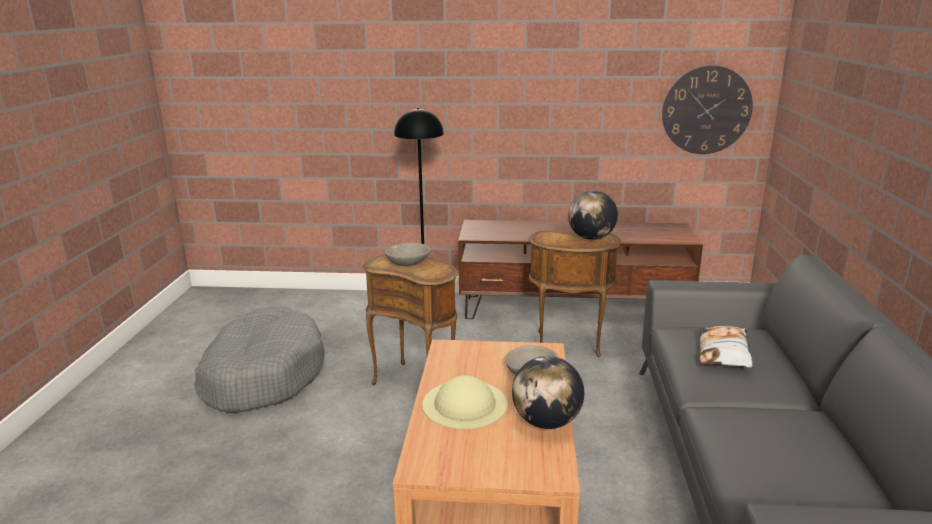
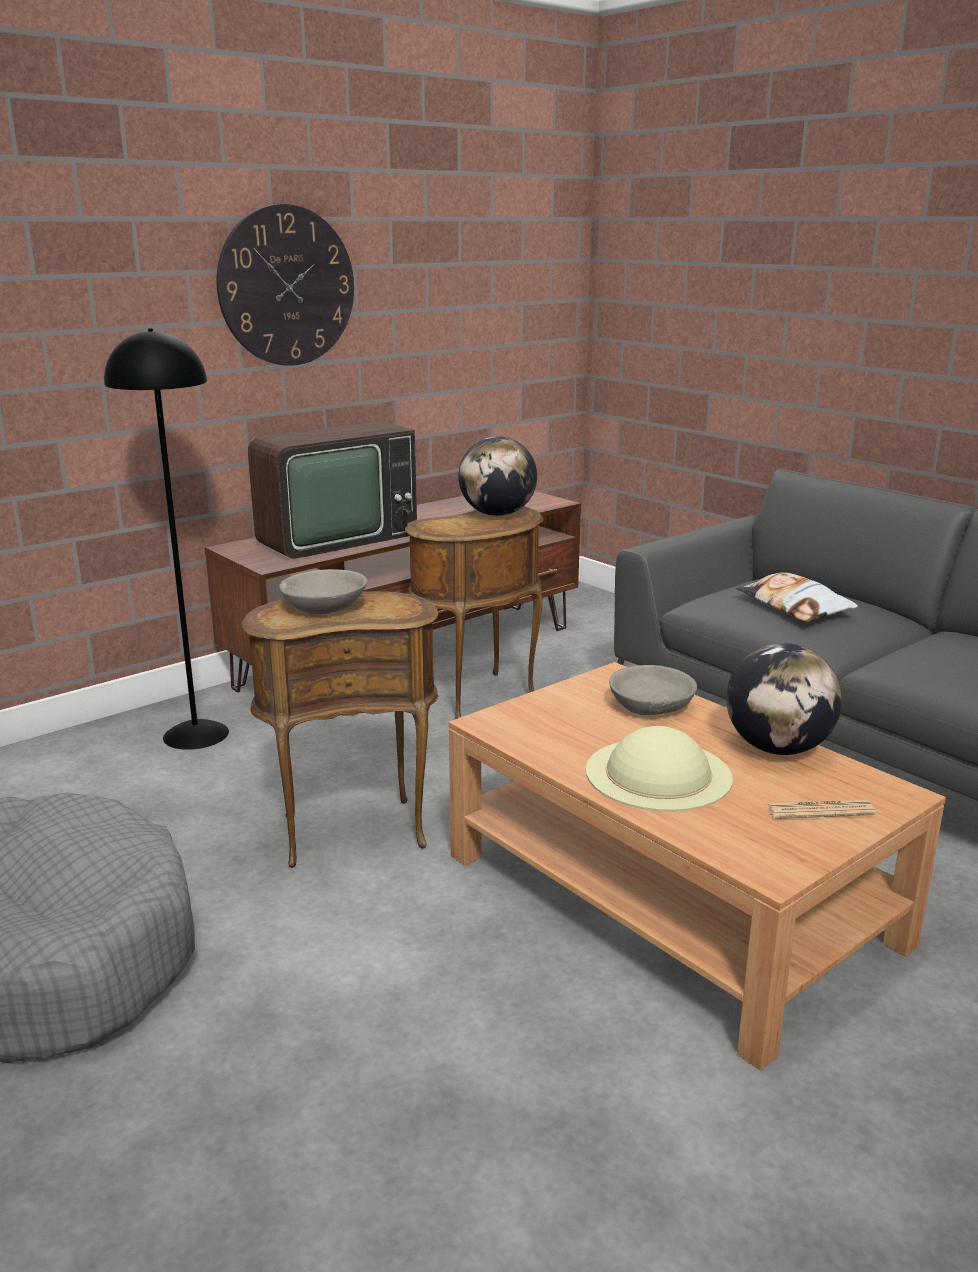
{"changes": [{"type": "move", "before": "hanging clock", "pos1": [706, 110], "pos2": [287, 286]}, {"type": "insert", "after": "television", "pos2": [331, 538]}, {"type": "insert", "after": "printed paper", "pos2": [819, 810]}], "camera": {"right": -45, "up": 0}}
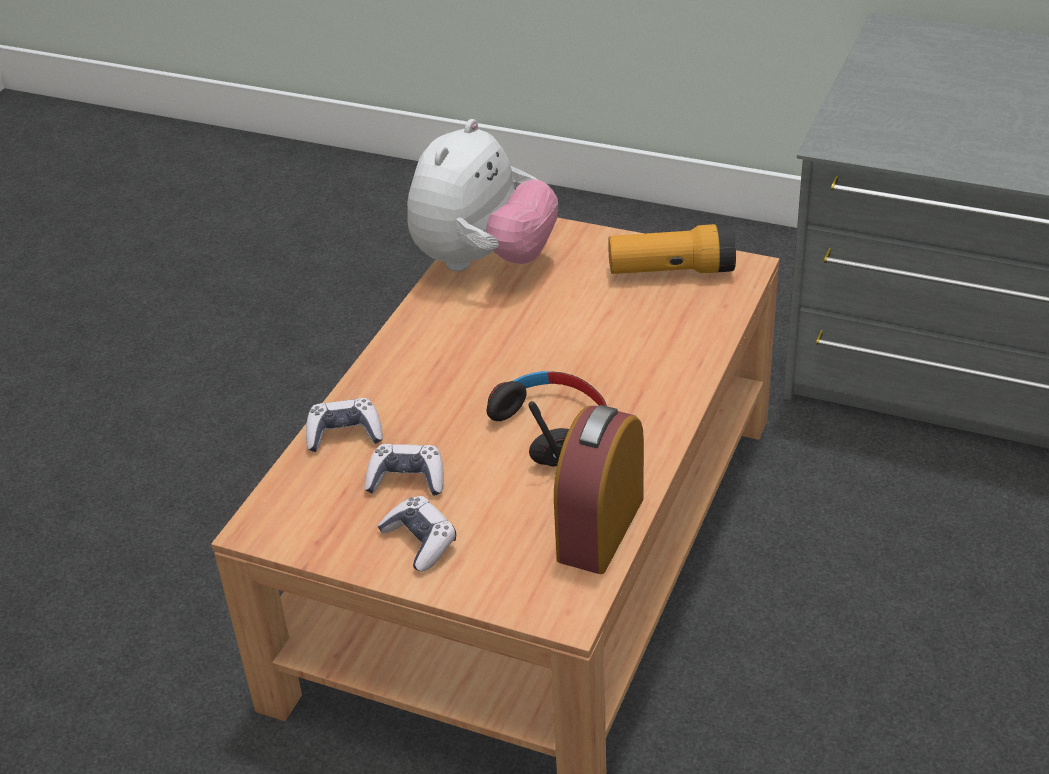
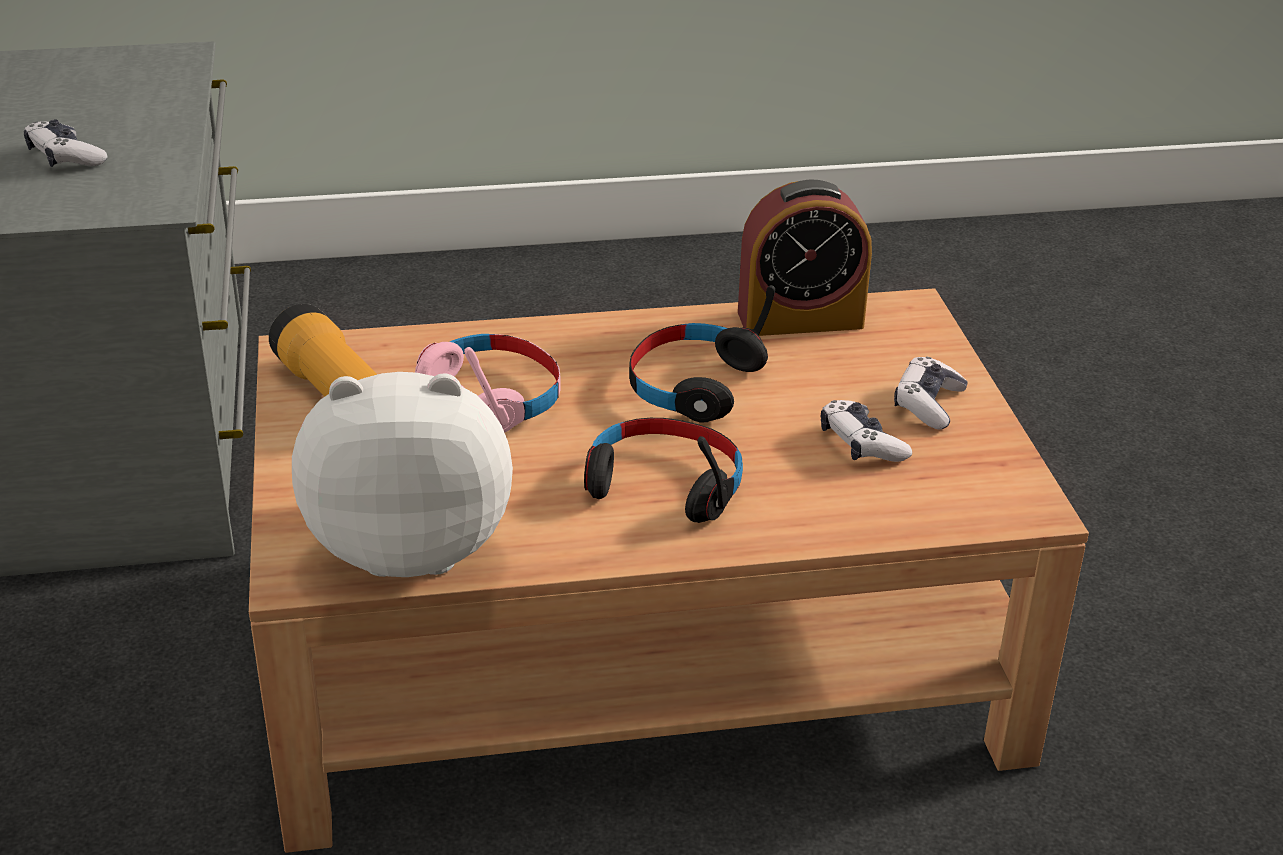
{"changes": [{"type": "move", "before": "gamepad", "pos1": [344, 434], "pos2": [65, 157]}, {"type": "insert", "after": "headphones (pink)", "pos2": [493, 396]}, {"type": "insert", "after": "headphones (black)", "pos2": [664, 484]}], "camera": {"right": -125, "up": -5}}
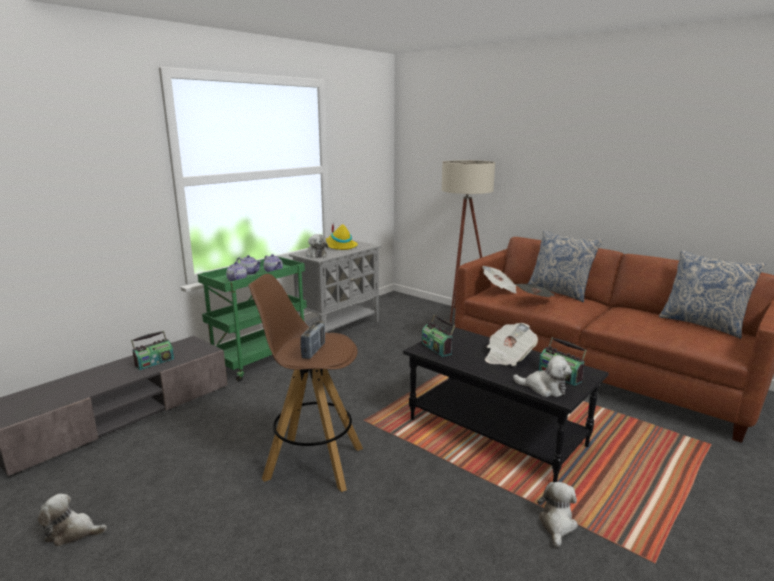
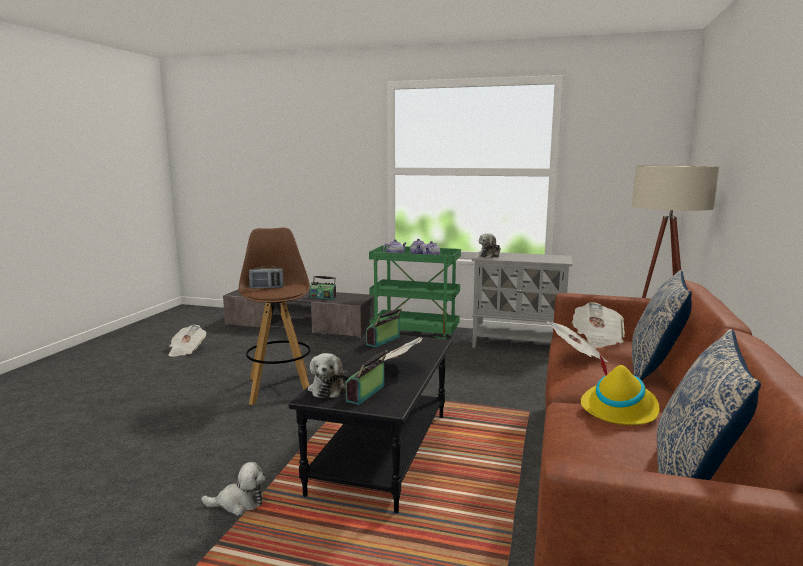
{"changes": [{"type": "move", "before": "hat (yellow)", "pos1": [339, 246], "pos2": [619, 409]}, {"type": "replace", "before": "plush toy", "after": "printed paper", "pos1": [72, 532], "pos2": [186, 350]}], "camera": {"right": 65, "up": -5}}
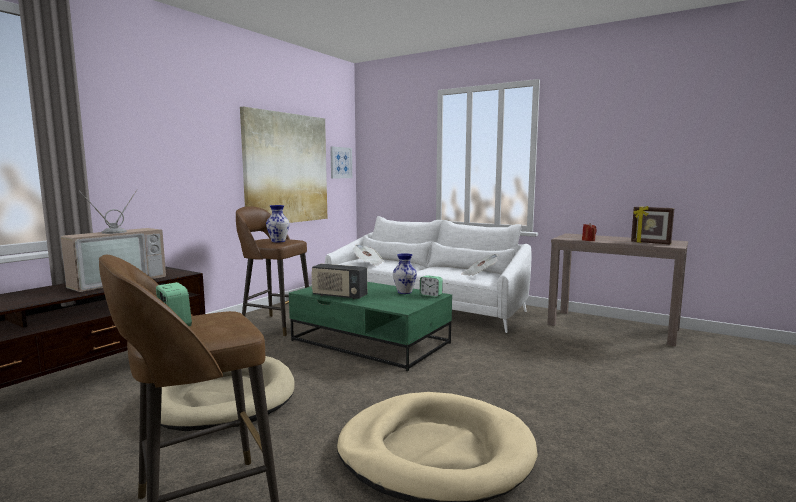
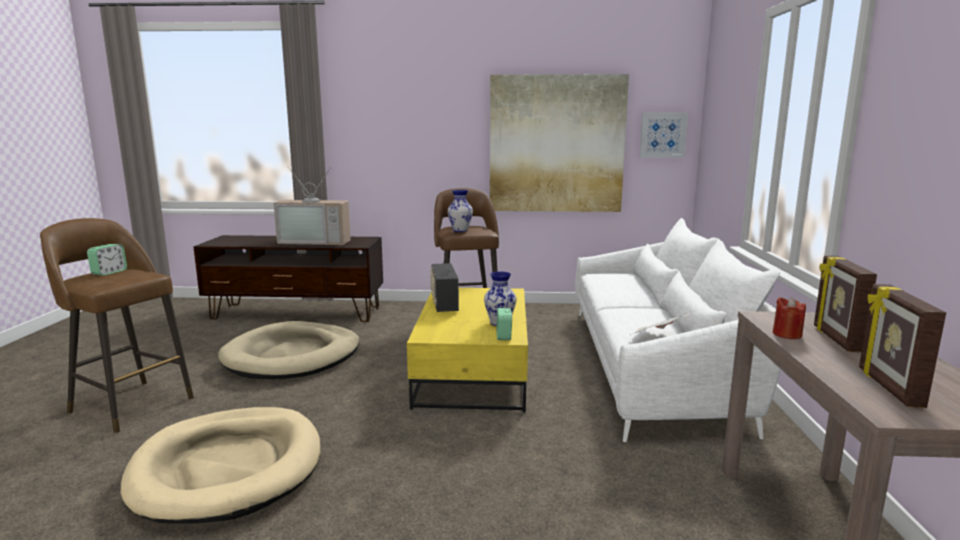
{"changes": [{"type": "delete", "before": "printed paper", "pos1": [368, 263]}, {"type": "recolor", "before": "lounge table (green-coloured)", "after": "lounge table (yellow)", "pos1": [371, 342], "pos2": [474, 371]}, {"type": "insert", "after": "photo frame", "pos2": [835, 339]}], "camera": {"right": 60, "up": 5}}
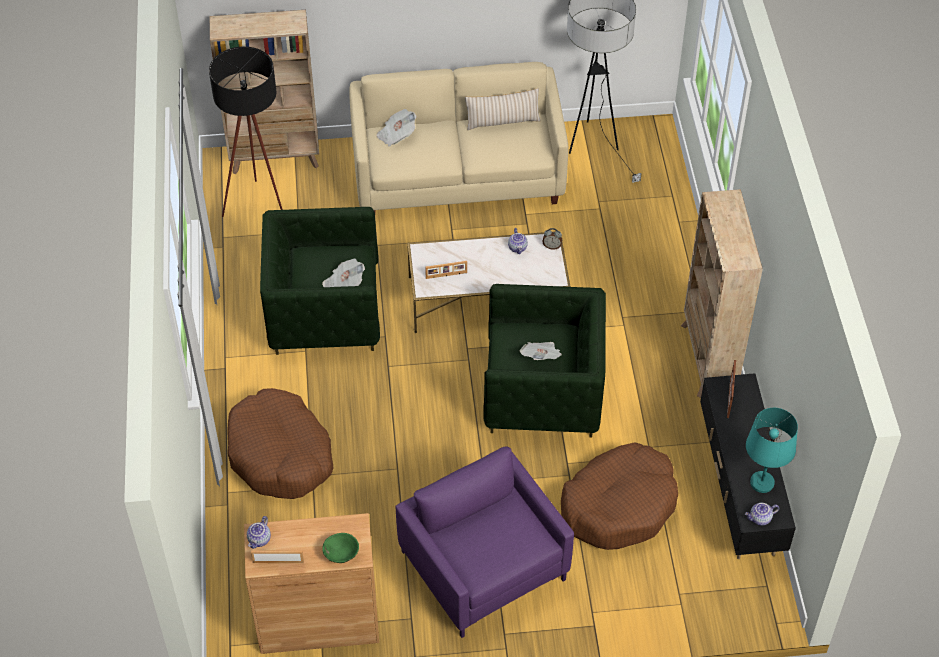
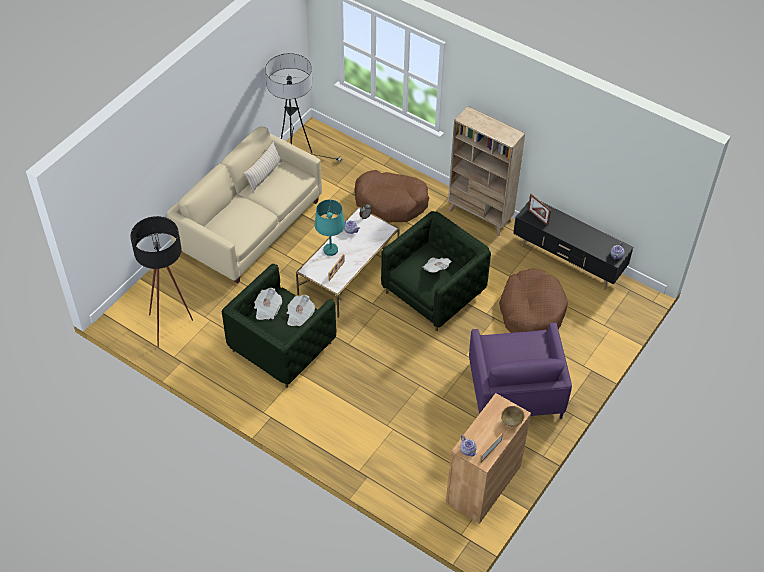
{"changes": [{"type": "delete", "before": "bookcase (beige)", "pos1": [275, 158]}, {"type": "move", "before": "printed paper", "pos1": [396, 135], "pos2": [267, 309]}, {"type": "move", "before": "pet bed (brown-coloured)", "pos1": [280, 454], "pos2": [391, 202]}, {"type": "move", "before": "tabletop lamp (blue-green)", "pos1": [762, 482], "pos2": [330, 250]}, {"type": "rotate", "before": "armchair (purplish)", "pos1": [483, 565], "pos2": [515, 390], "turn": -105}, {"type": "recolor", "before": "bowl (green-coloured)", "after": "bowl (brown-coloured)", "pos1": [341, 555], "pos2": [512, 421]}], "camera": {"right": -50, "up": 0}}
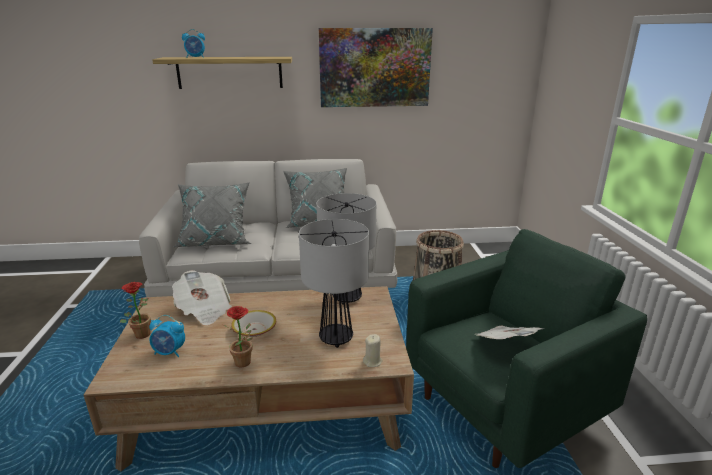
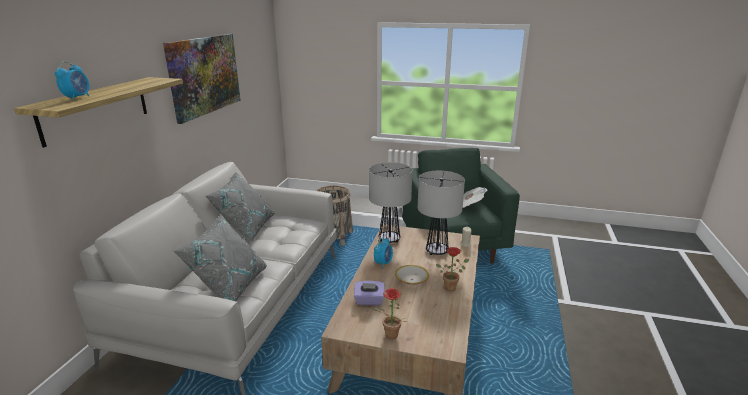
{"changes": [{"type": "replace", "before": "printed paper", "after": "tissue box (purplish)", "pos1": [204, 310], "pos2": [369, 301]}, {"type": "move", "before": "table clock", "pos1": [169, 352], "pos2": [383, 263]}], "camera": {"right": -70, "up": 0}}
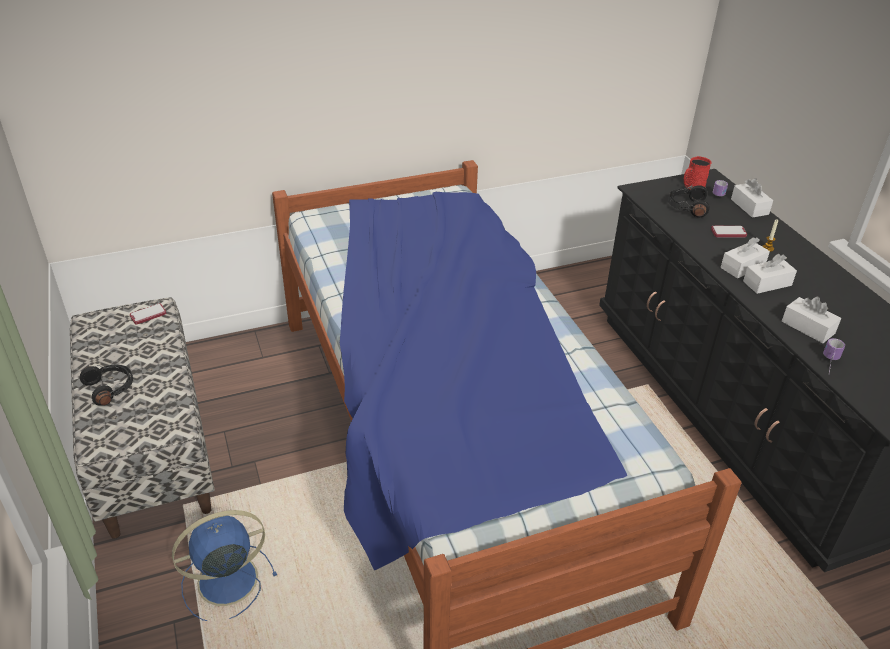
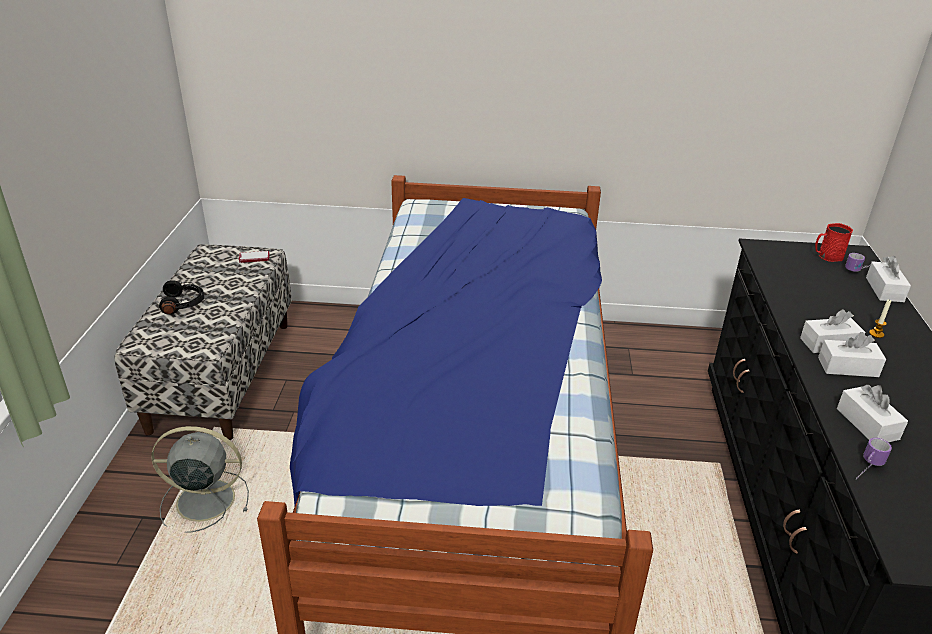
{"changes": [{"type": "delete", "before": "headphones (black)", "pos1": [686, 207]}, {"type": "delete", "before": "telephone", "pos1": [728, 232]}, {"type": "recolor", "before": "cooling fan (bluish)", "after": "cooling fan (gray)", "pos1": [225, 581], "pos2": [203, 500]}], "camera": {"right": 25, "up": -5}}
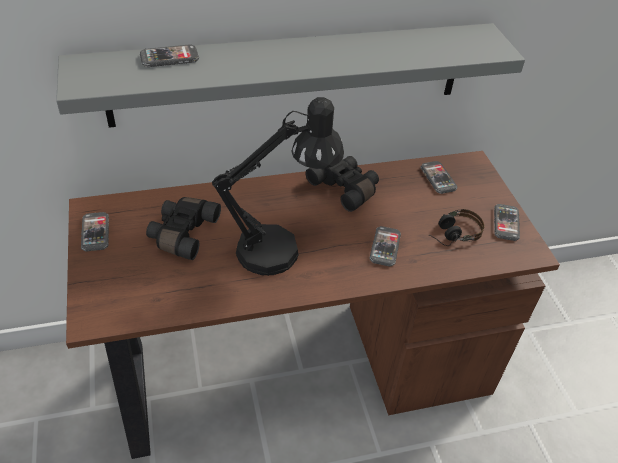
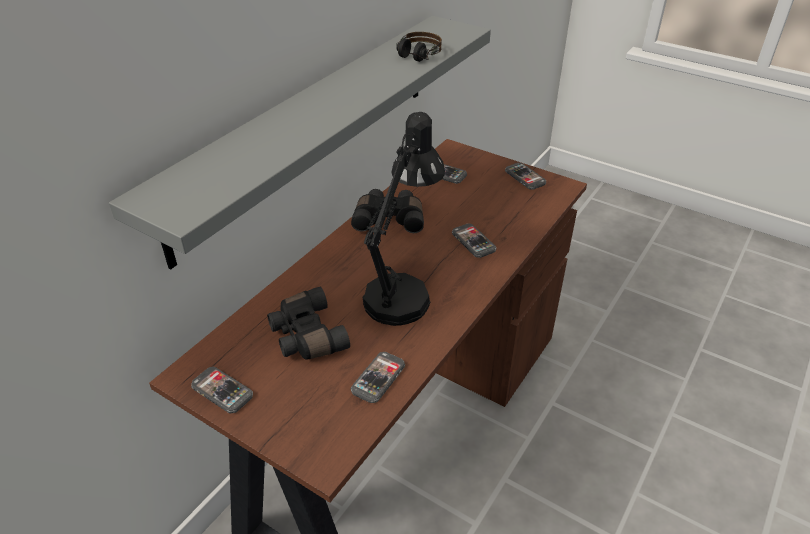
{"changes": [{"type": "move", "before": "telephone", "pos1": [169, 58], "pos2": [378, 378]}, {"type": "move", "before": "headphones", "pos1": [450, 235], "pos2": [415, 59]}], "camera": {"right": -40, "up": -5}}
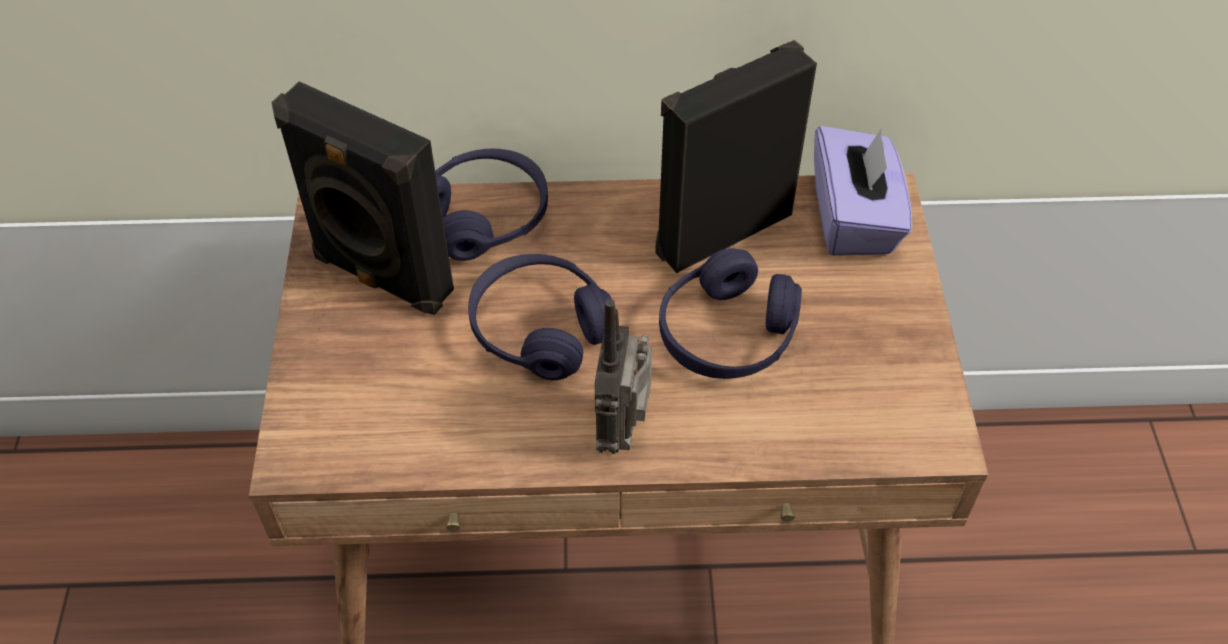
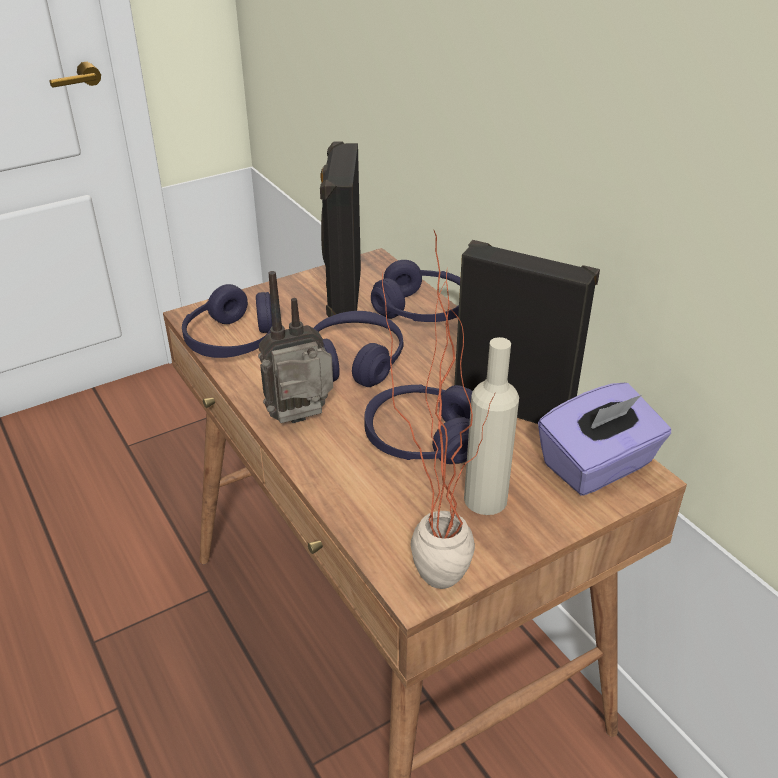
{"changes": [{"type": "insert", "after": "plant in a pot", "pos2": [429, 566]}, {"type": "insert", "after": "headphones (purplish)", "pos2": [233, 340]}, {"type": "insert", "after": "bottle (beige)", "pos2": [485, 499]}], "camera": {"right": 60, "up": -15}}
